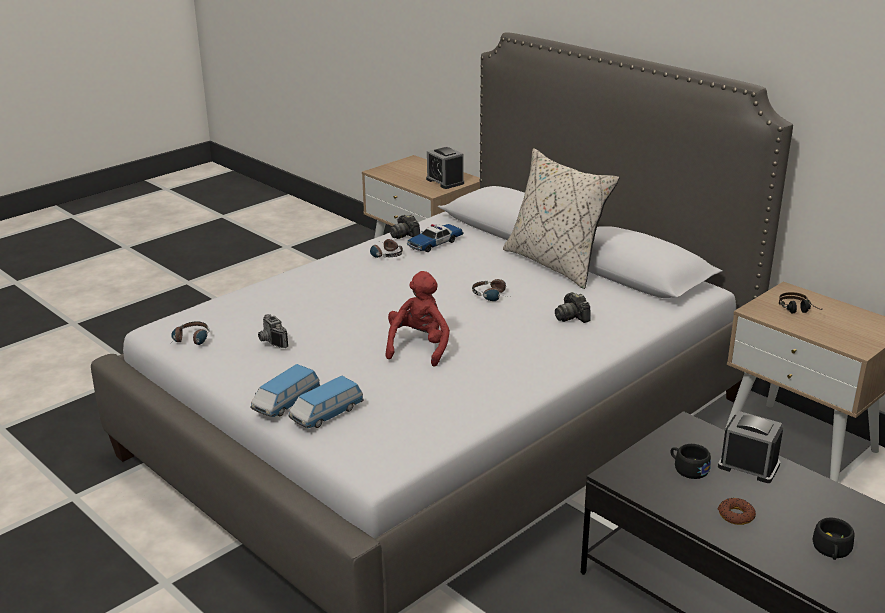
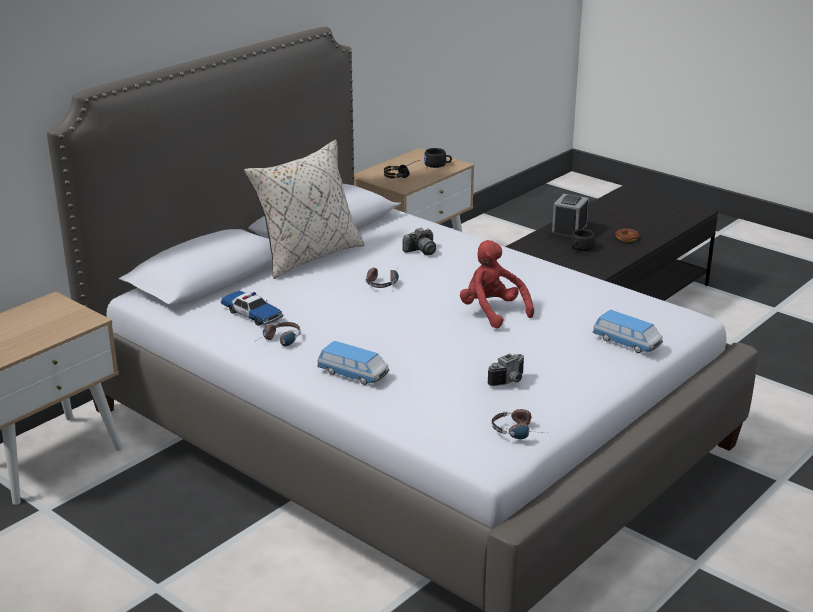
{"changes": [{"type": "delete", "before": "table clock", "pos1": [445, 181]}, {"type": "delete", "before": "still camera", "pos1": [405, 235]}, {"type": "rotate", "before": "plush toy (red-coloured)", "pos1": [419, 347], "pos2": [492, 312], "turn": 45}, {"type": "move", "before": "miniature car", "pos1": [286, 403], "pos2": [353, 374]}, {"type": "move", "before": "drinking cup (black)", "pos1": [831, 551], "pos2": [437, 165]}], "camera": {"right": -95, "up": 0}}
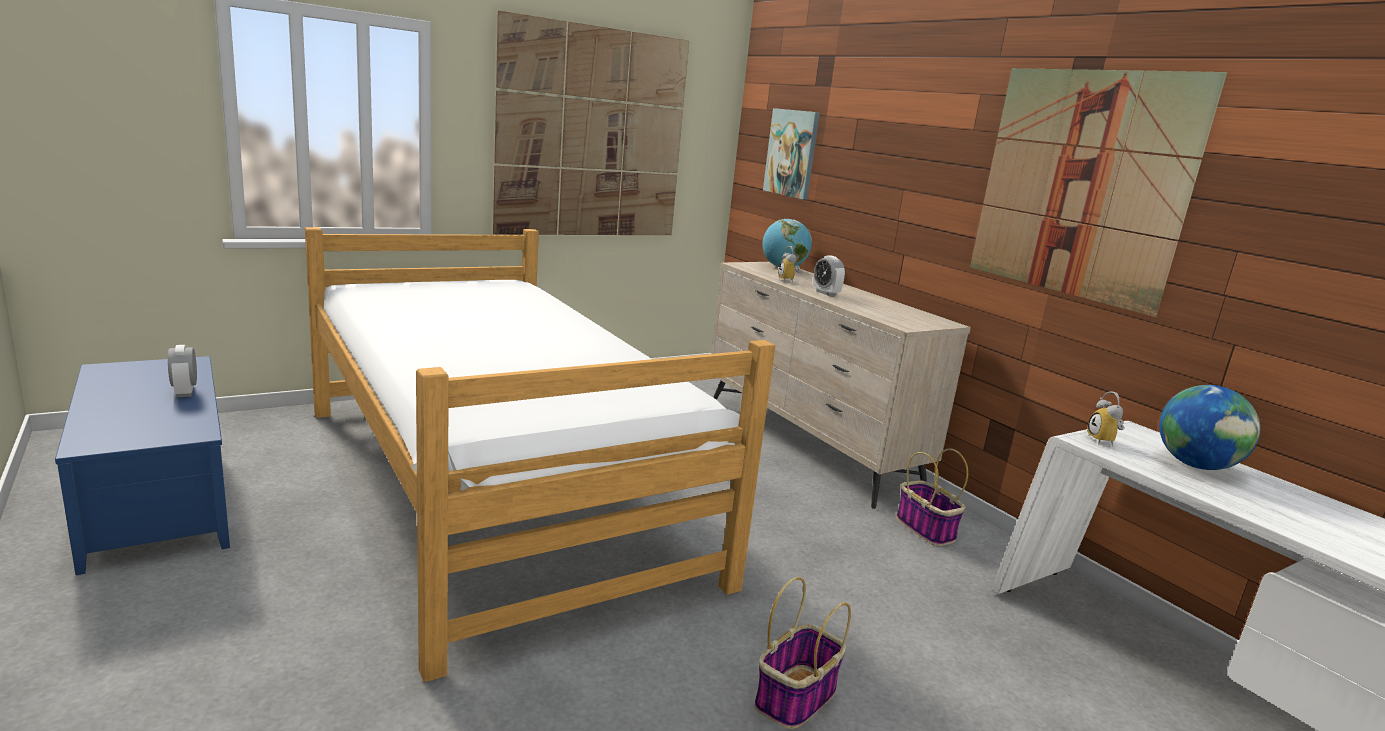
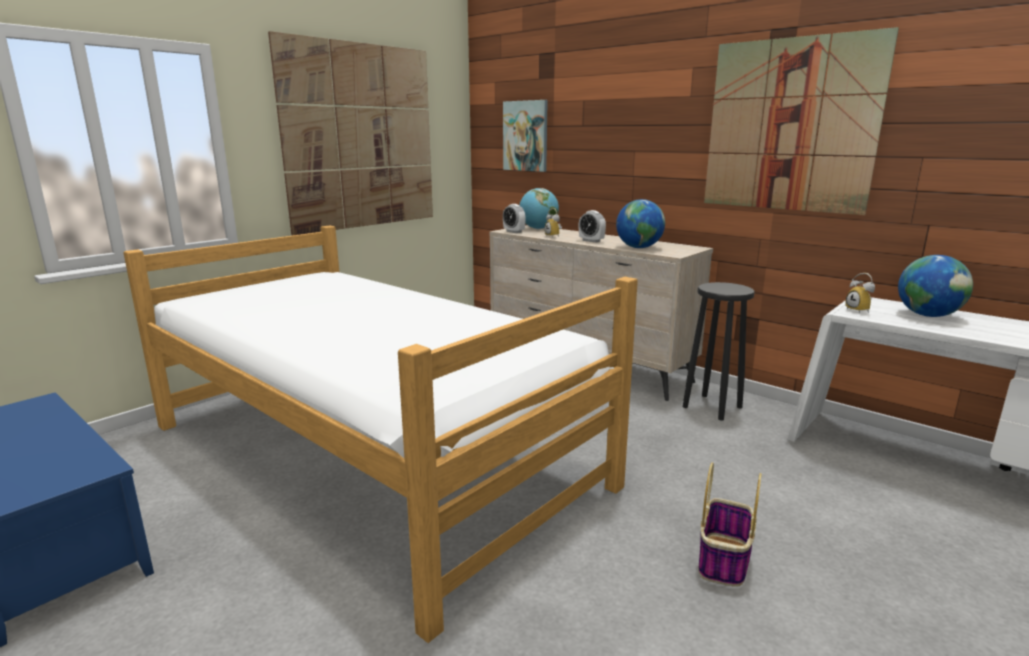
{"changes": [{"type": "move", "before": "table clock", "pos1": [185, 392], "pos2": [514, 232]}, {"type": "replace", "before": "basket", "after": "stool (black)", "pos1": [926, 529], "pos2": [713, 407]}, {"type": "insert", "after": "globe", "pos2": [638, 247]}], "camera": {"right": -15, "up": 0}}
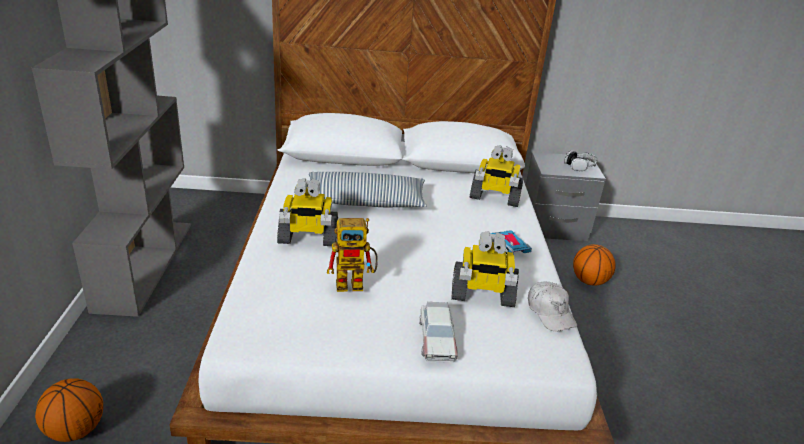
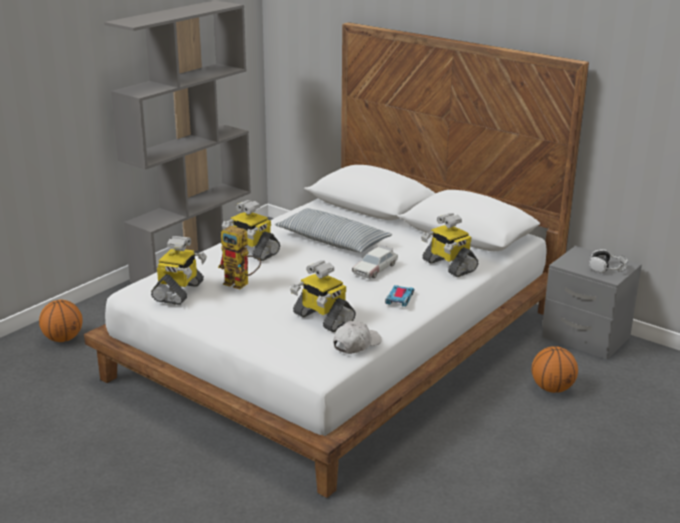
{"changes": [{"type": "rotate", "before": "baseball cap (whitish)", "pos1": [550, 312], "pos2": [356, 344], "turn": -150}, {"type": "move", "before": "miniature car", "pos1": [436, 338], "pos2": [375, 269]}, {"type": "insert", "after": "robot figure", "pos2": [179, 292]}], "camera": {"right": 40, "up": -5}}
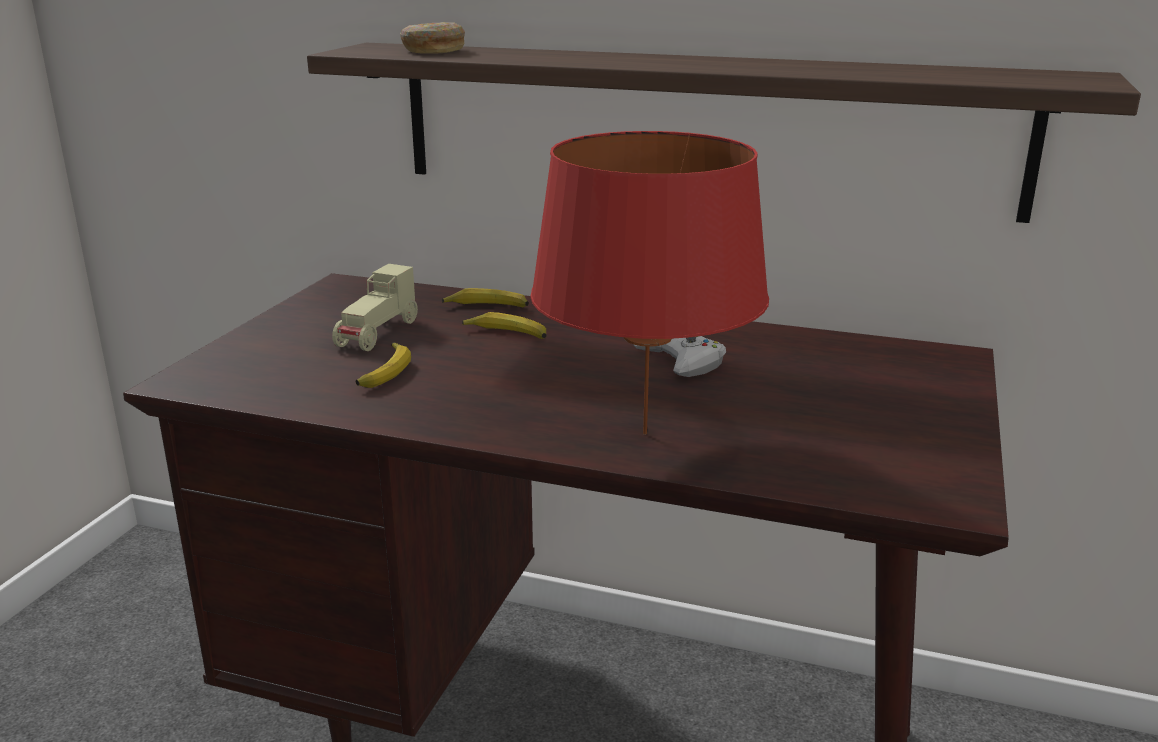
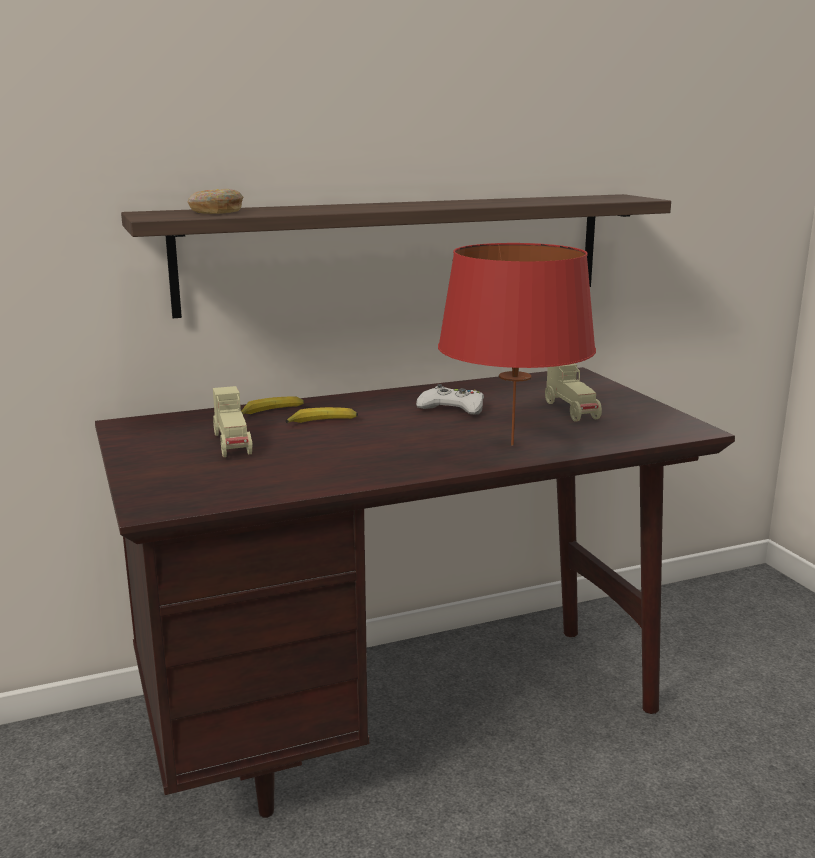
{"changes": [{"type": "delete", "before": "banana", "pos1": [384, 372]}, {"type": "insert", "after": "miniature car (beige)", "pos2": [572, 411]}], "camera": {"right": -40, "up": -5}}
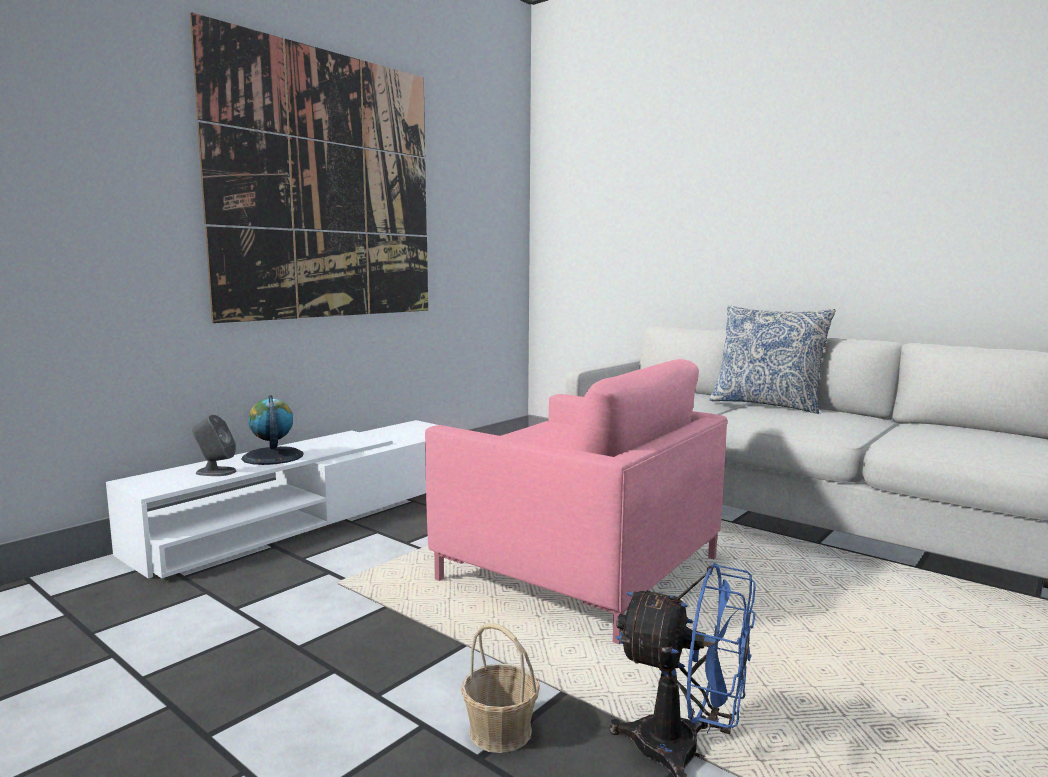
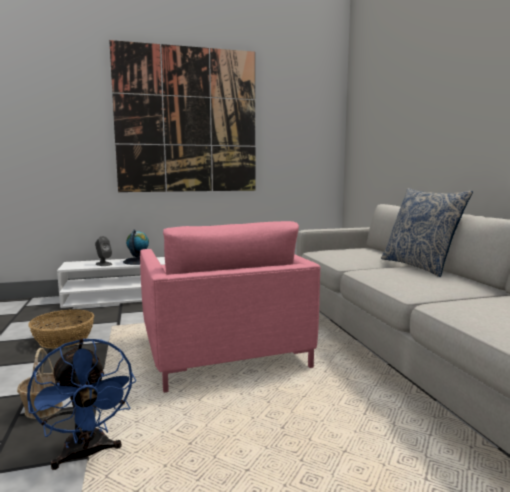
{"changes": [{"type": "insert", "after": "basket", "pos2": [64, 339]}], "camera": {"right": 35, "up": 0}}
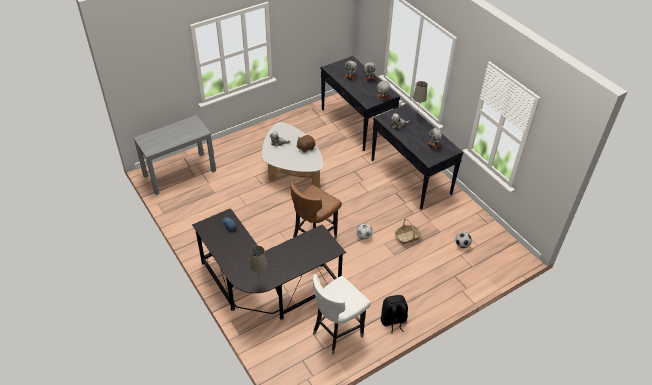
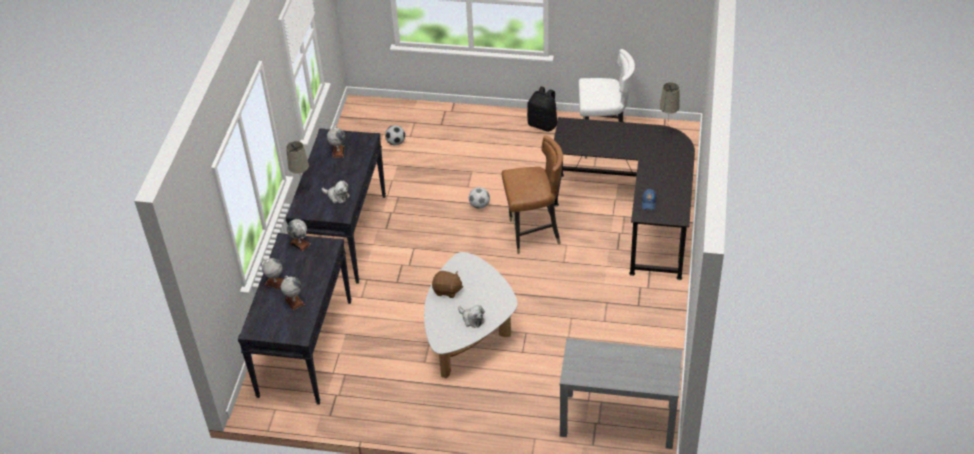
{"changes": [{"type": "delete", "before": "basket", "pos1": [407, 237]}], "camera": {"right": -135, "up": 0}}
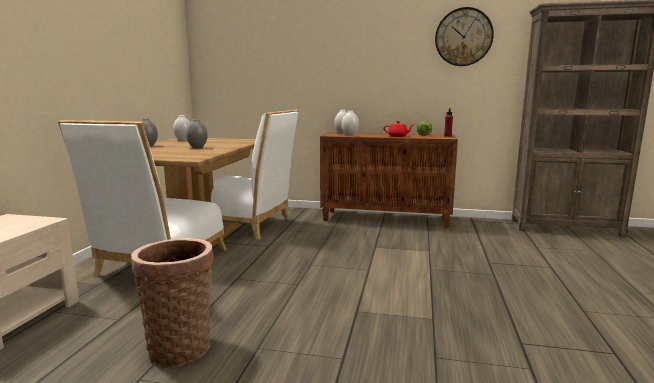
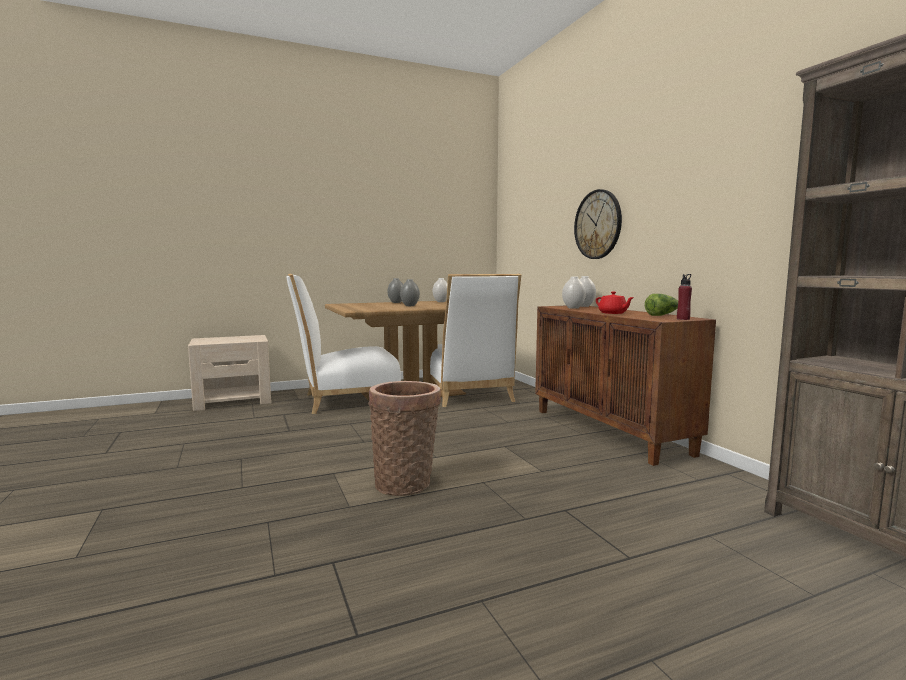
{"changes": [{"type": "move", "before": "hanging clock", "pos1": [463, 37], "pos2": [598, 224]}, {"type": "move", "before": "basket", "pos1": [181, 347], "pos2": [406, 482]}], "camera": {"right": 55, "up": -5}}
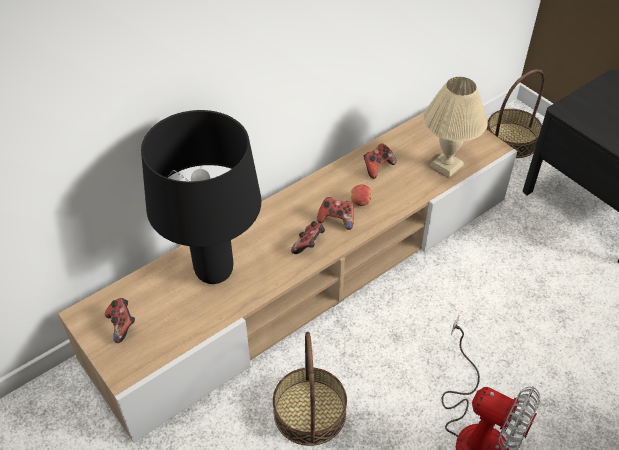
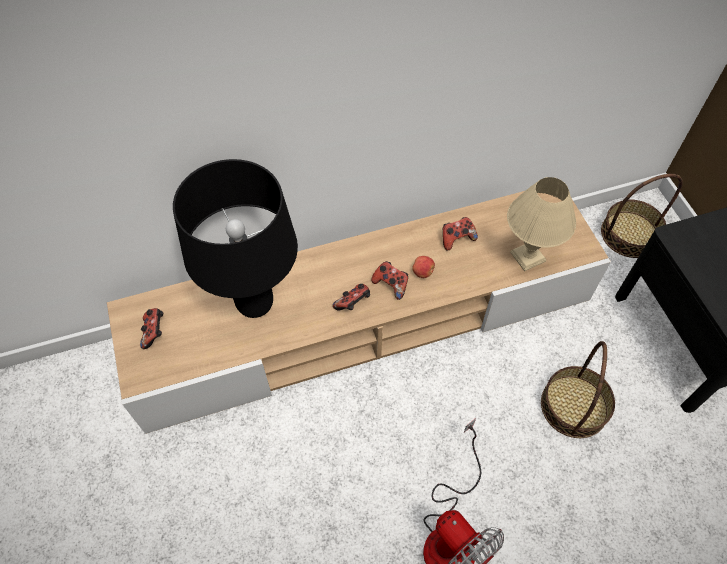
{"changes": [{"type": "move", "before": "basket", "pos1": [309, 412], "pos2": [573, 406]}], "camera": {"right": 20, "up": 10}}
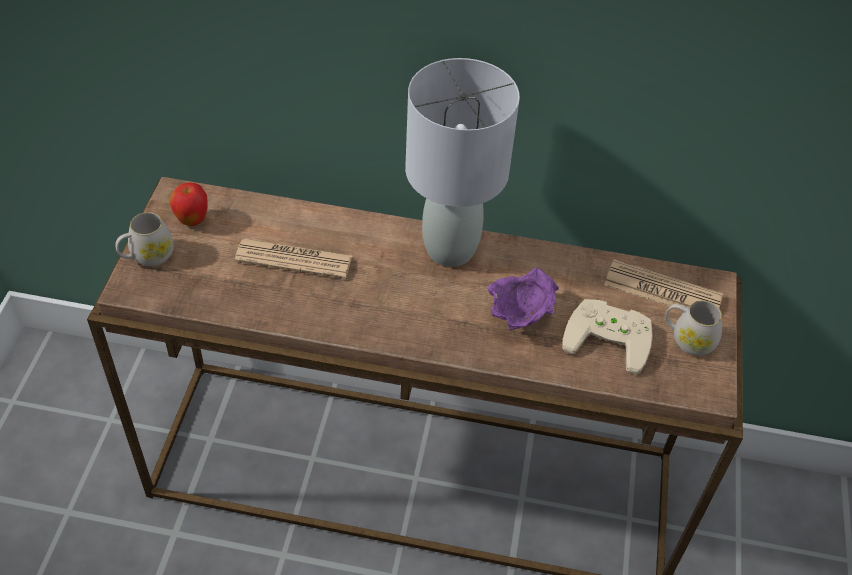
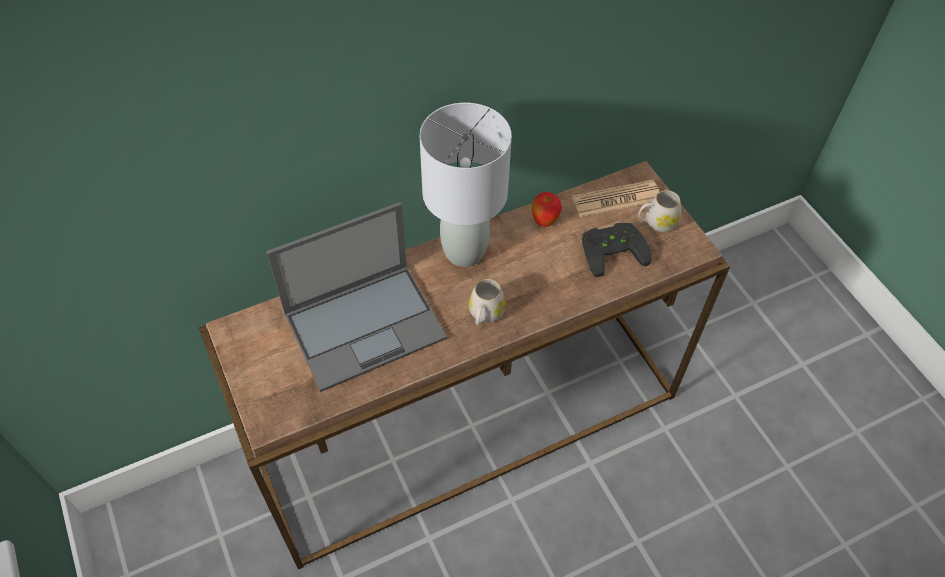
{"changes": [{"type": "move", "before": "apple", "pos1": [192, 221], "pos2": [544, 222]}, {"type": "move", "before": "tea mug (whitish)", "pos1": [147, 256], "pos2": [485, 315]}, {"type": "replace", "before": "printed paper", "after": "laptop", "pos1": [294, 259], "pos2": [366, 324]}, {"type": "delete", "before": "bowl (purplish)", "pos1": [520, 316]}, {"type": "recolor", "before": "gamepad (beige)", "after": "gamepad (black)", "pos1": [610, 335], "pos2": [612, 249]}], "camera": {"right": -35, "up": 5}}
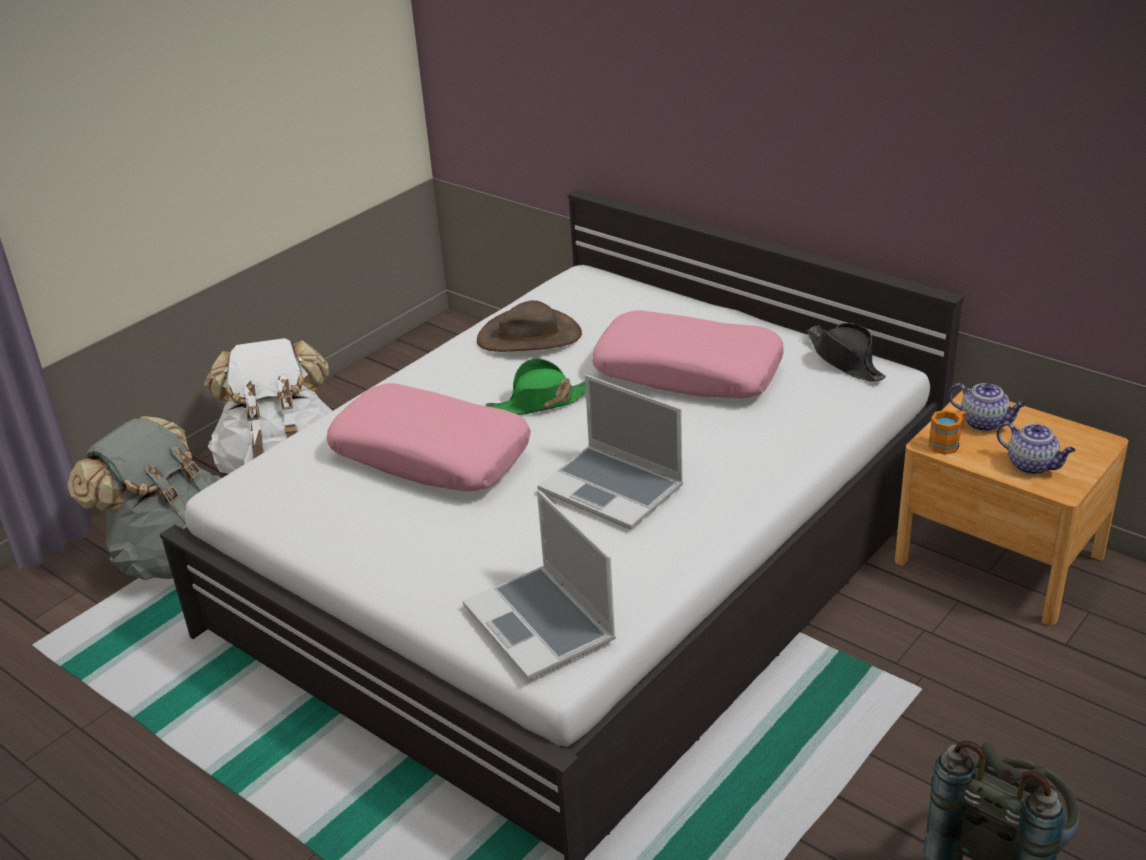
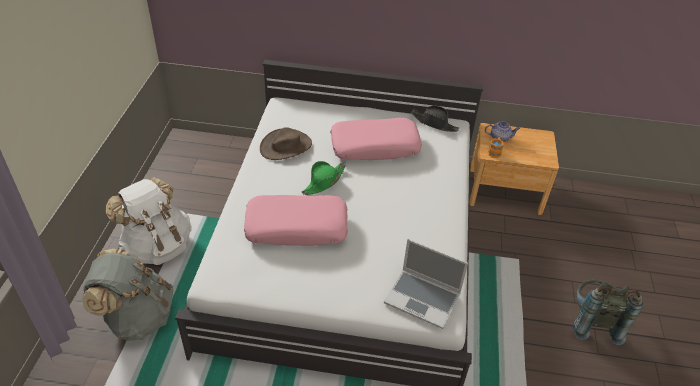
{"changes": [{"type": "delete", "before": "laptop", "pos1": [613, 489]}, {"type": "delete", "before": "tea pot", "pos1": [1032, 465]}], "camera": {"right": -35, "up": 10}}
